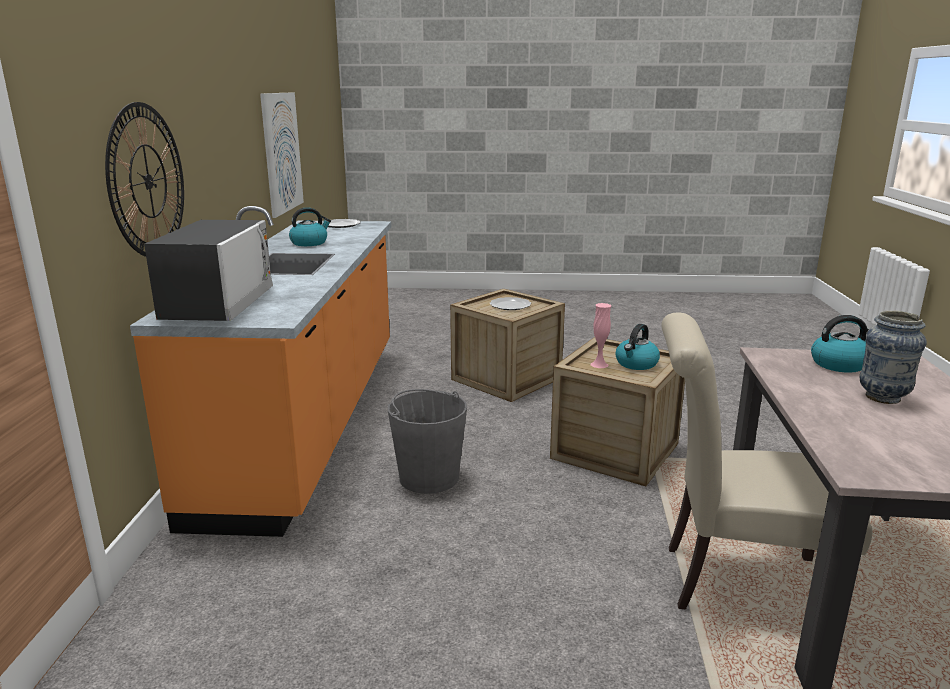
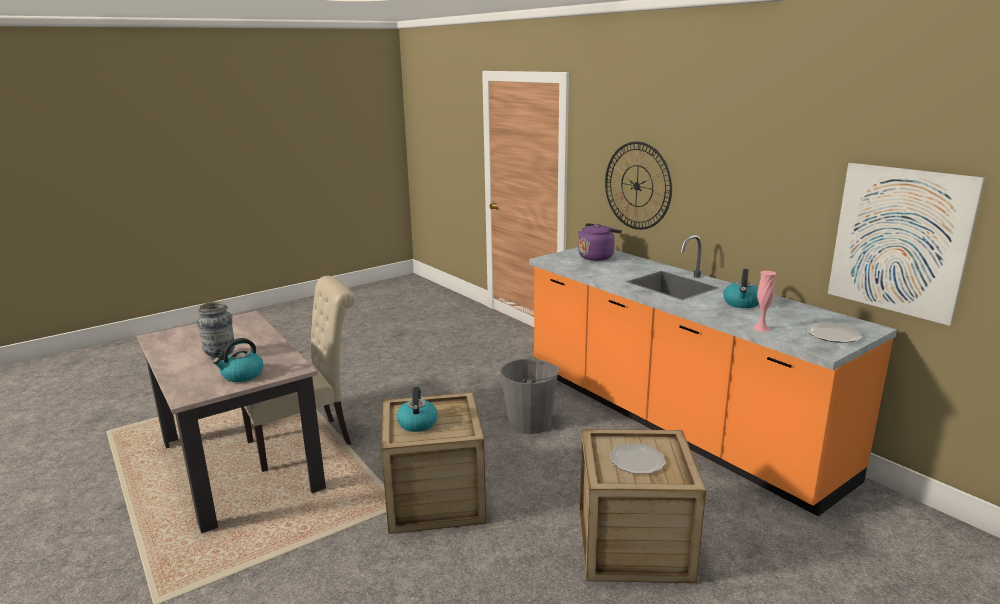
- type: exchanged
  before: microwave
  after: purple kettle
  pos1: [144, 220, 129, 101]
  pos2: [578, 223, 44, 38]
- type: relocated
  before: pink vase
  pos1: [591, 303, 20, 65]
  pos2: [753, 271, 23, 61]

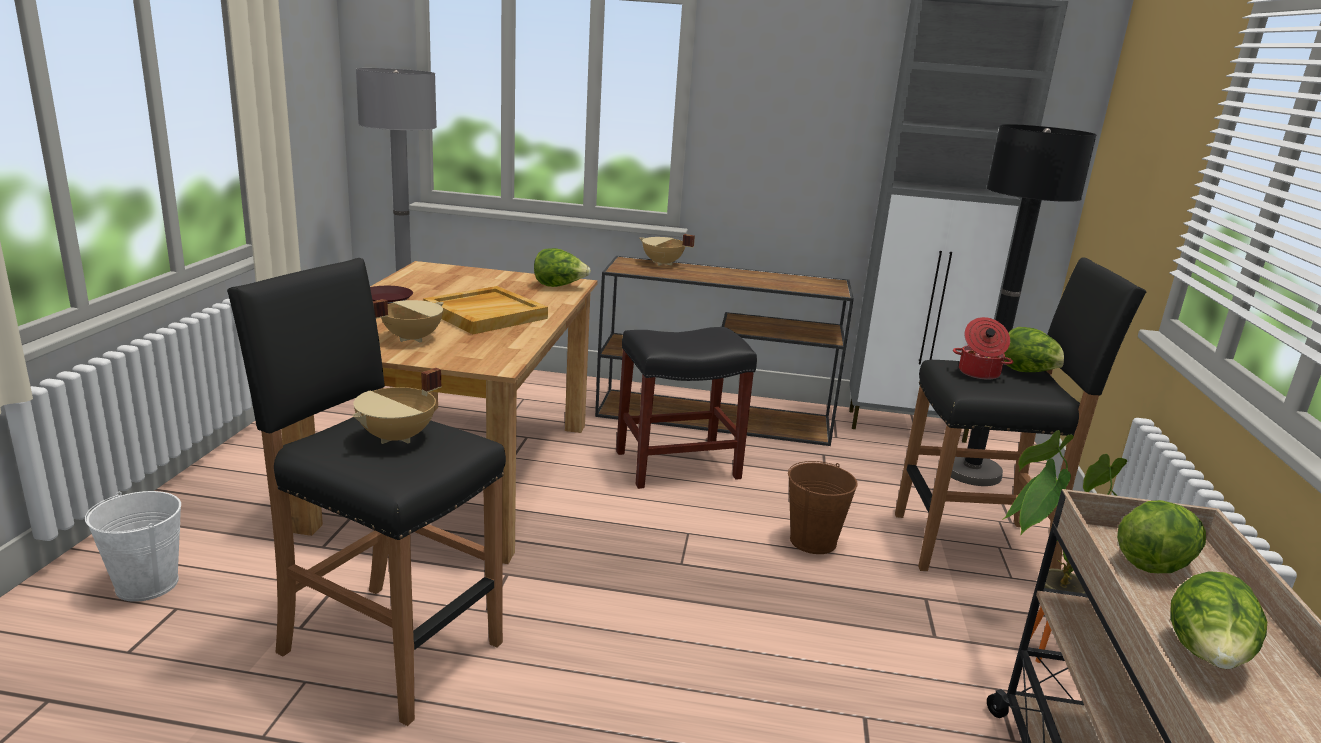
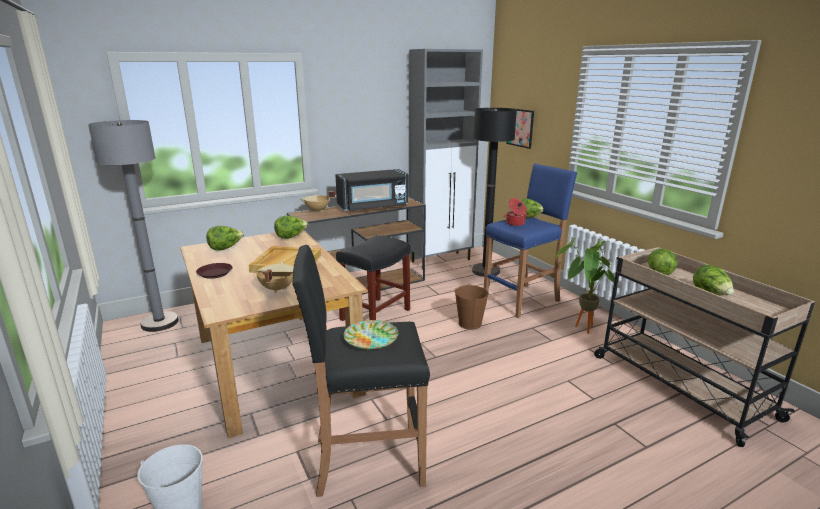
- type: exchanged
  before: beige cooking pot
  after: plate
  pos1: [352, 368, 89, 76]
  pos2: [343, 320, 55, 29]
- type: colour
  before: black stool
  after: blue stool
  pos1: [895, 257, 251, 314]
  pos2: [484, 164, 93, 154]
- type: appeared
  after: lettuce
  pos2: [206, 226, 38, 25]
- type: appeared
  after: black microwave
  pos2: [335, 169, 73, 43]
- type: appeared
  after: picture
  pos2: [507, 108, 27, 41]

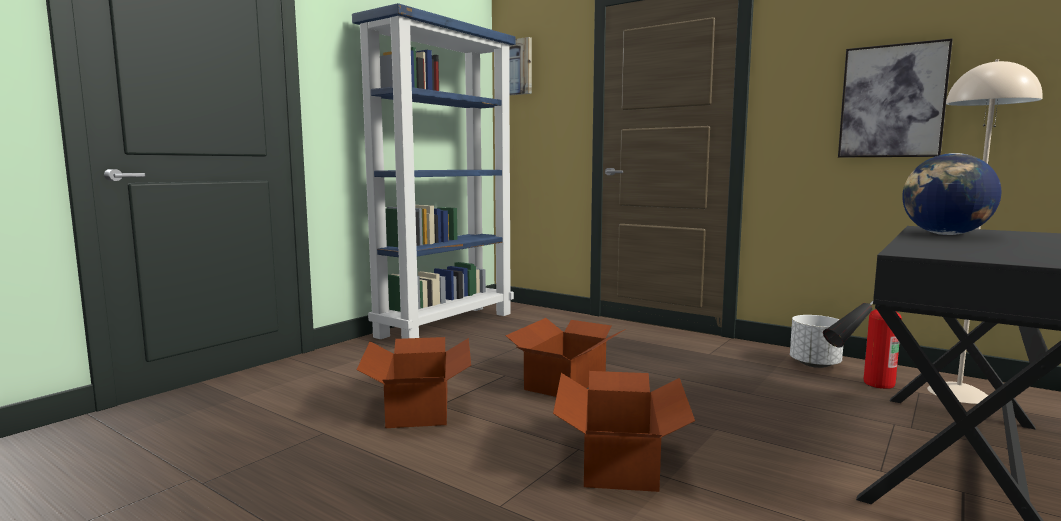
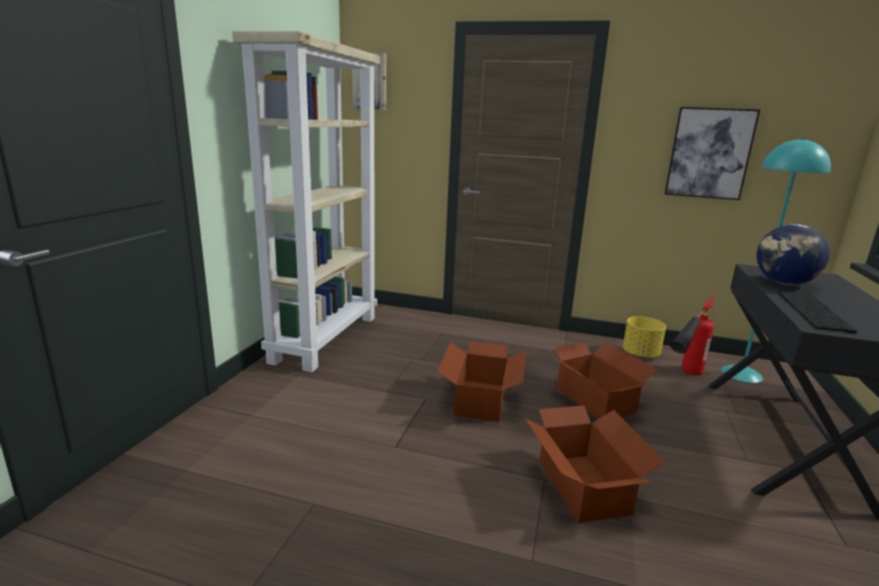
- type: colour
  before: blue bookcase
  after: beige bookcase
  pos1: [352, 3, 164, 336]
  pos2: [232, 31, 148, 341]
- type: relocated
  before: cardboard box
  pos1: [357, 337, 114, 91]
  pos2: [548, 342, 109, 77]
- type: colour
  before: white planter
  after: yellow planter
  pos1: [790, 315, 53, 53]
  pos2: [623, 316, 43, 42]
- type: colour
  before: beige floor lamp
  after: turquoise floor lamp
  pos1: [927, 59, 115, 345]
  pos2: [721, 138, 110, 245]
- type: appeared
  after: keyboard
  pos2: [778, 291, 79, 42]

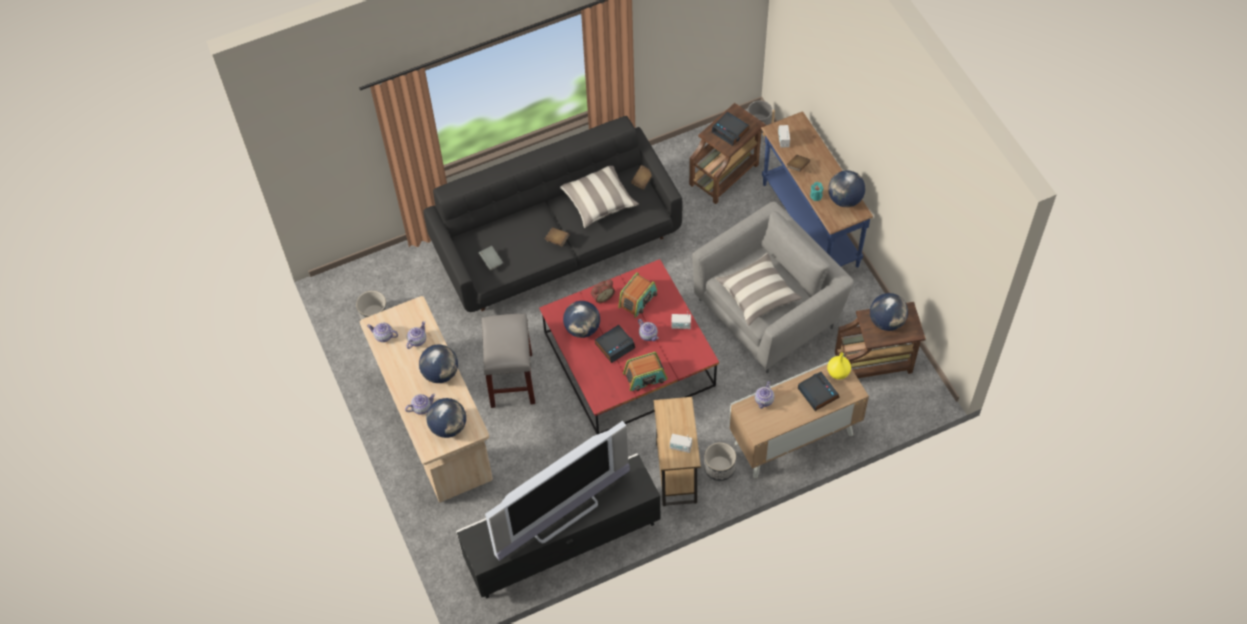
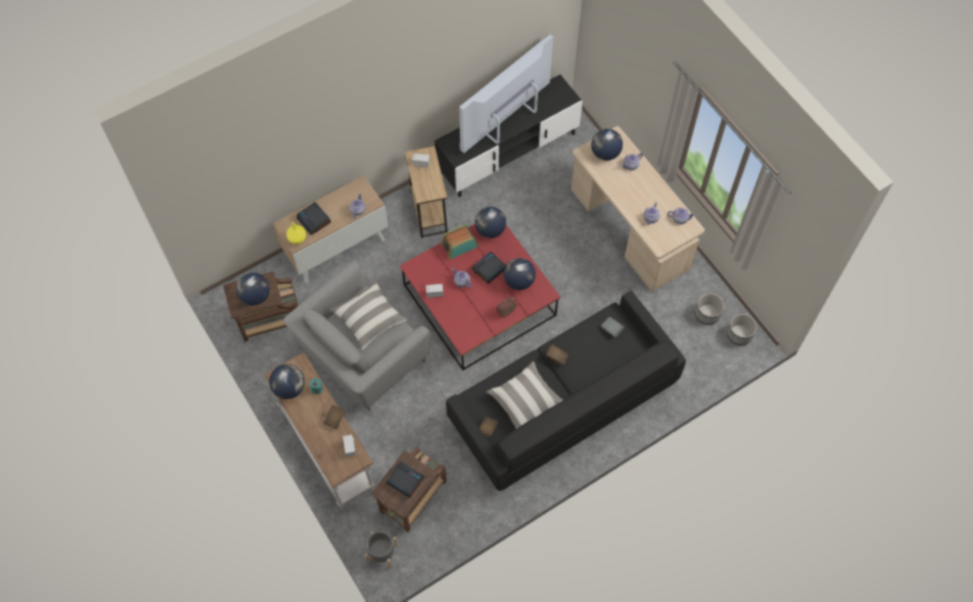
- type: relocated
  before: globe
  pos1: [419, 344, 39, 39]
  pos2: [475, 207, 31, 31]
- type: missing
  before: grey stool
  pos1: [482, 314, 53, 94]
- type: missing
  before: radio
  pos1: [618, 272, 39, 46]
- type: relocated
  before: planter
  pos1: [704, 442, 32, 39]
  pos2: [727, 314, 30, 32]
- type: colour
  before: blue console table
  after: white console table
  pos1: [761, 111, 112, 156]
  pos2: [264, 352, 111, 158]

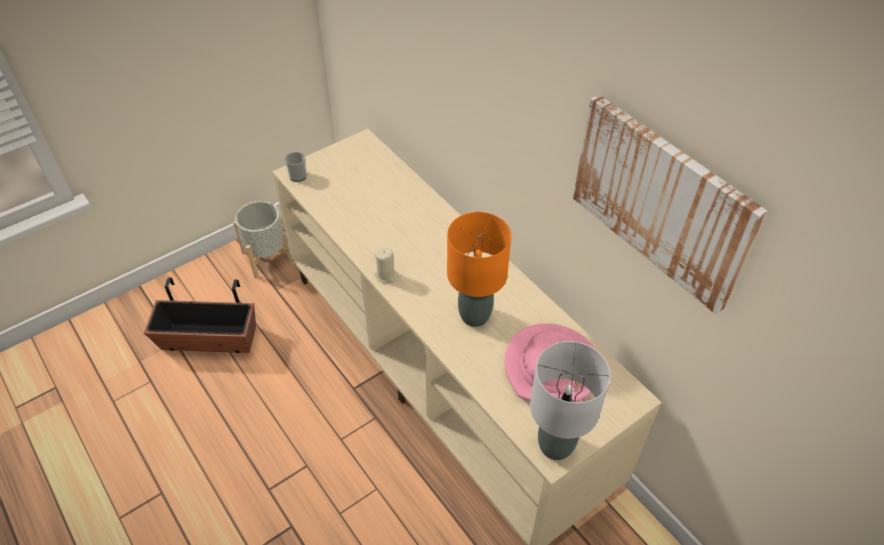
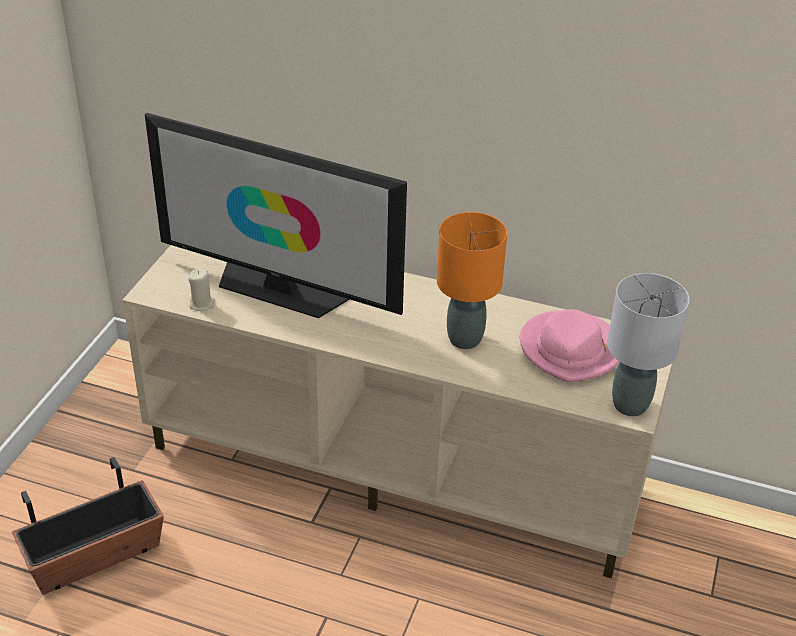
- type: missing
  before: grey planter
  pos1: [233, 201, 61, 78]
- type: missing
  before: mug
  pos1: [285, 152, 22, 30]
- type: relocated
  before: beige candle
  pos1: [375, 248, 24, 35]
  pos2: [188, 269, 27, 42]
- type: missing
  before: picture
  pos1: [573, 95, 194, 219]
- type: appeared
  after: television
  pos2: [145, 113, 262, 205]

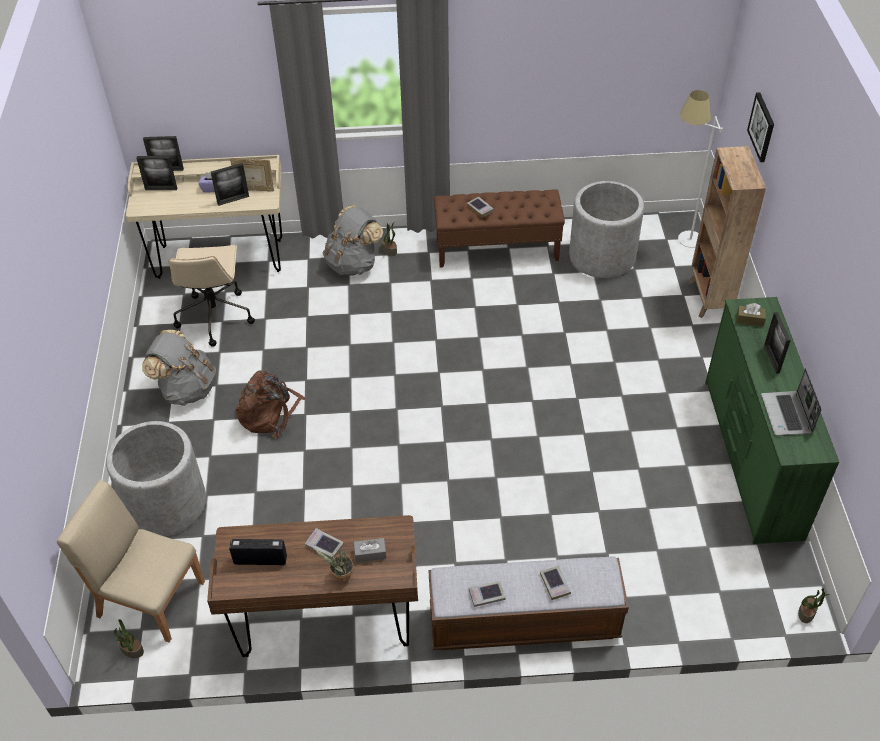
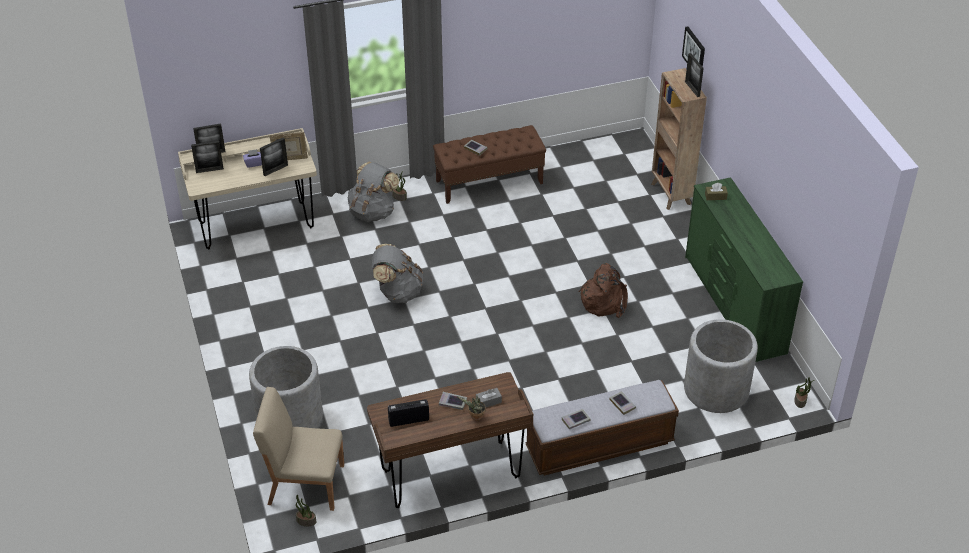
- type: relocated
  before: grey backpack
  pos1: [142, 330, 74, 76]
  pos2: [372, 244, 51, 59]
- type: missing
  before: beige office chair
  pos1: [168, 245, 87, 102]
- type: relocated
  before: brown backpack
  pos1: [235, 370, 71, 69]
  pos2: [578, 263, 50, 55]
- type: relocated
  before: grey planter
  pos1: [569, 181, 75, 97]
  pos2: [684, 319, 74, 94]
- type: missing
  before: white floor lamp
  pos1: [678, 90, 45, 158]
- type: missing
  before: laptop
  pos1: [761, 368, 60, 68]
- type: relocated
  before: picture frame
  pos1: [764, 312, 27, 62]
  pos2: [685, 53, 19, 44]

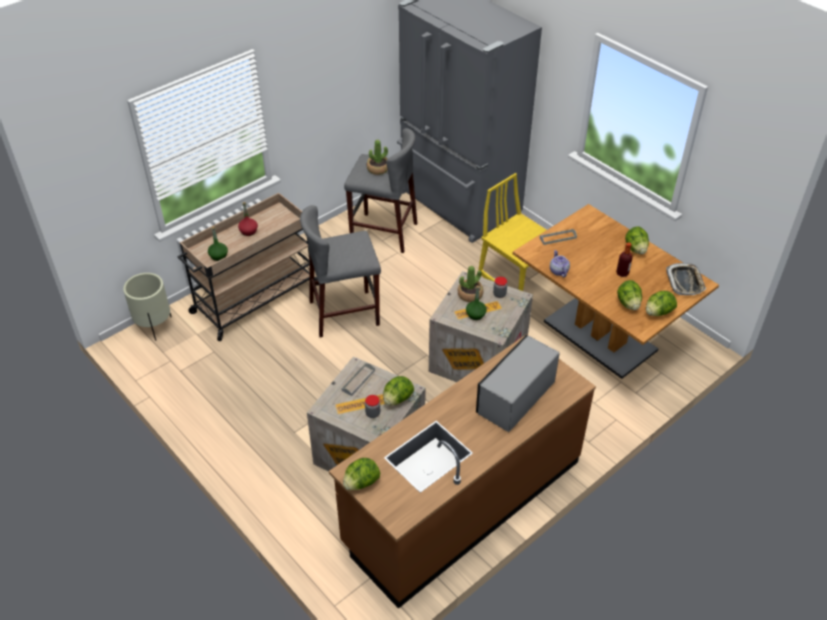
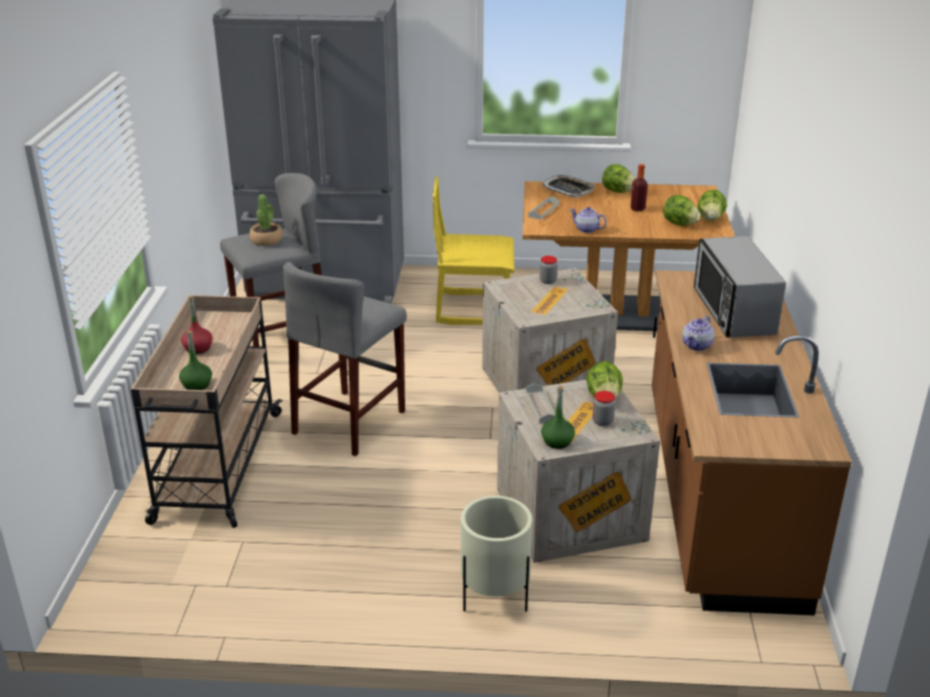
- type: relocated
  before: beige planter
  pos1: [123, 273, 48, 68]
  pos2: [461, 496, 71, 116]
- type: missing
  before: lettuce
  pos1: [343, 458, 37, 32]
- type: missing
  before: potted plant
  pos1: [458, 266, 26, 36]
- type: relocated
  before: green bottle
  pos1: [466, 285, 21, 35]
  pos2: [541, 386, 34, 63]
- type: relocated
  before: tray
  pos1: [666, 263, 40, 32]
  pos2: [542, 175, 53, 22]
- type: appeared
  after: teapot
  pos2: [682, 316, 32, 35]

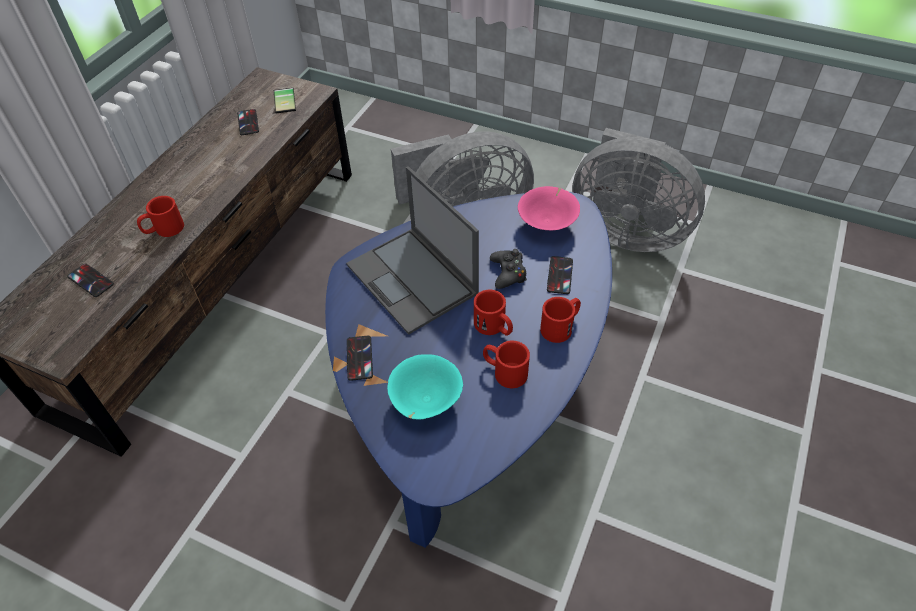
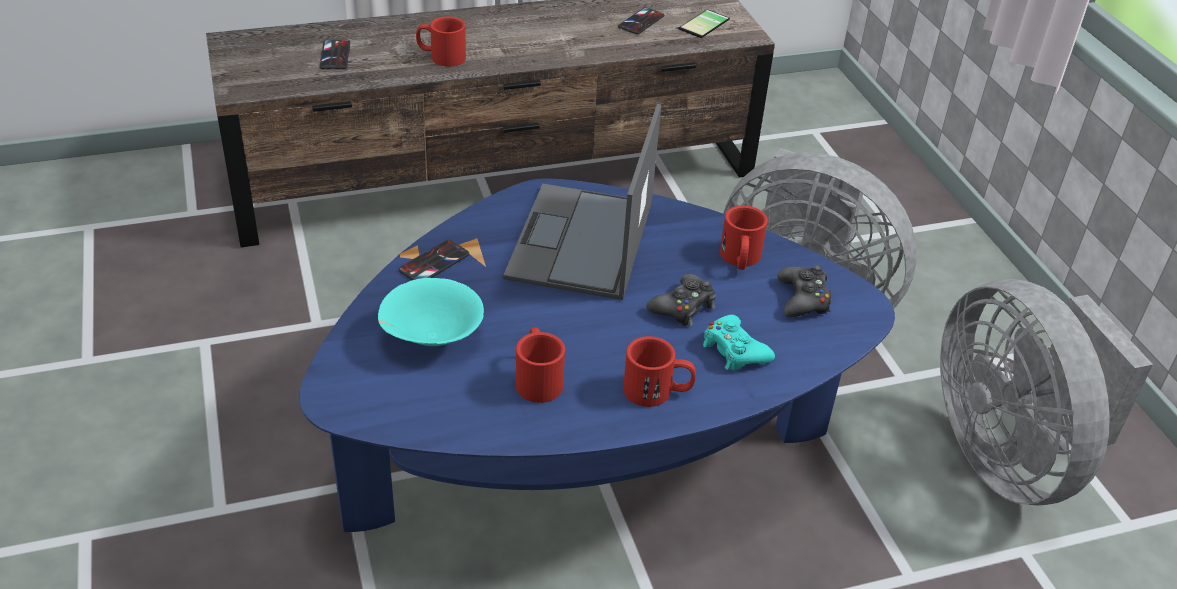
- type: relocated
  before: red mug
  pos1: [474, 289, 39, 47]
  pos2: [720, 205, 48, 65]
- type: exchanged
  before: pink bowl
  after: black game controller
  pos1: [518, 186, 62, 44]
  pos2: [777, 265, 55, 52]
- type: exchanged
  before: phone
  after: turquoise game controller
  pos1: [547, 256, 26, 38]
  pos2: [703, 315, 72, 55]

